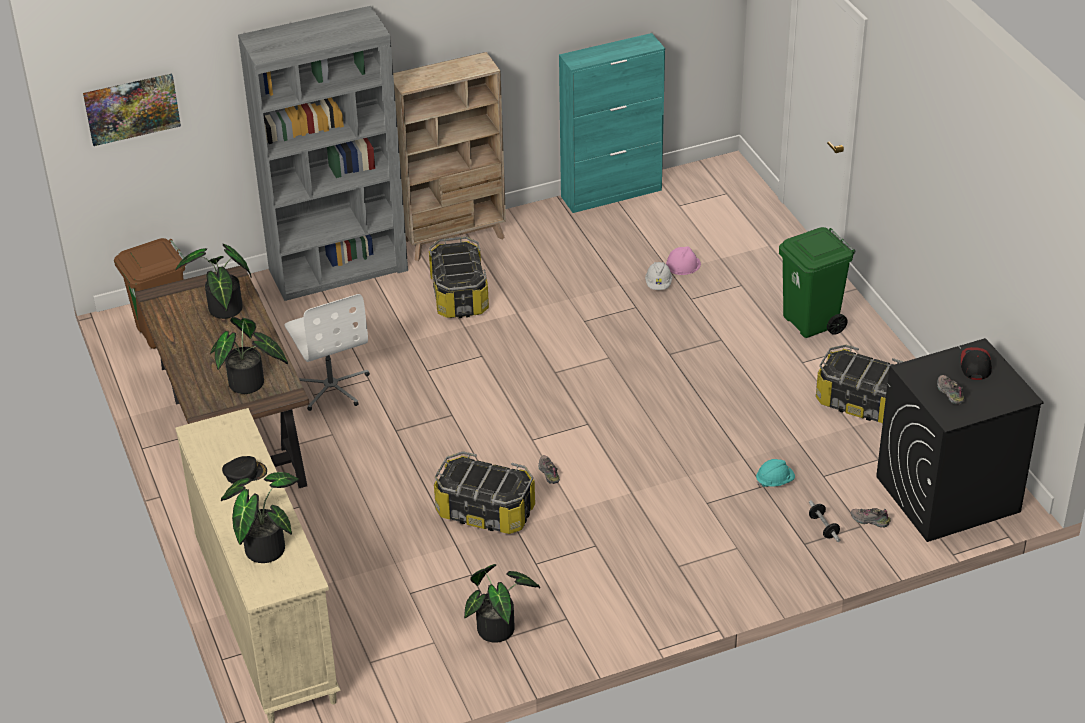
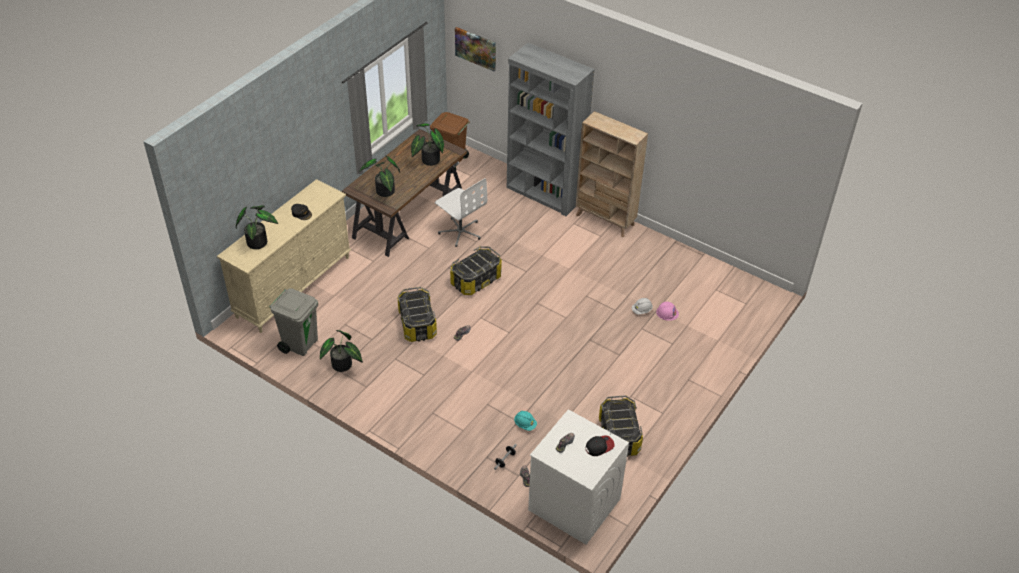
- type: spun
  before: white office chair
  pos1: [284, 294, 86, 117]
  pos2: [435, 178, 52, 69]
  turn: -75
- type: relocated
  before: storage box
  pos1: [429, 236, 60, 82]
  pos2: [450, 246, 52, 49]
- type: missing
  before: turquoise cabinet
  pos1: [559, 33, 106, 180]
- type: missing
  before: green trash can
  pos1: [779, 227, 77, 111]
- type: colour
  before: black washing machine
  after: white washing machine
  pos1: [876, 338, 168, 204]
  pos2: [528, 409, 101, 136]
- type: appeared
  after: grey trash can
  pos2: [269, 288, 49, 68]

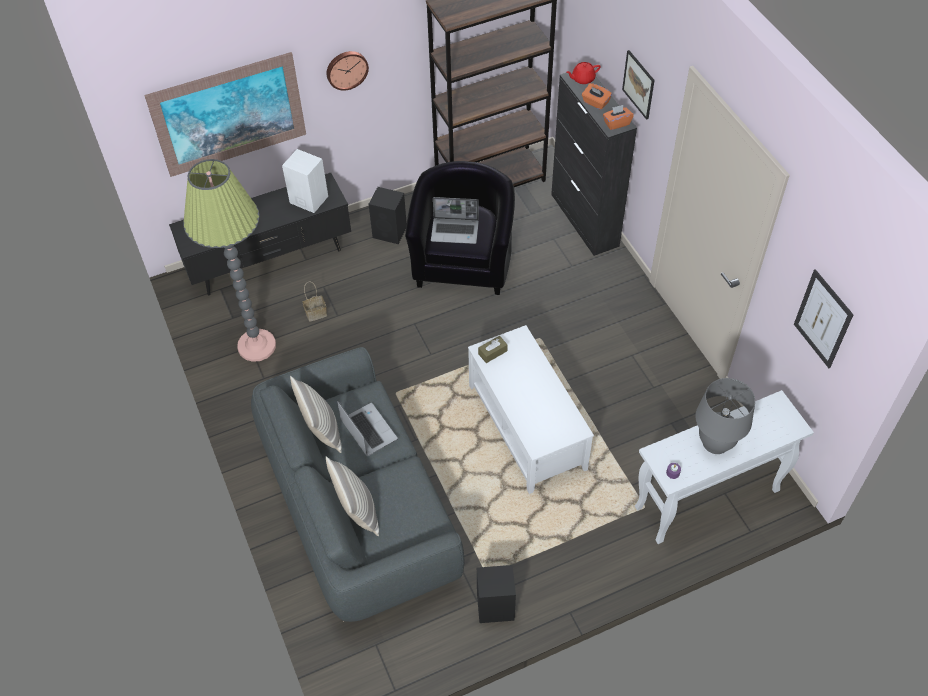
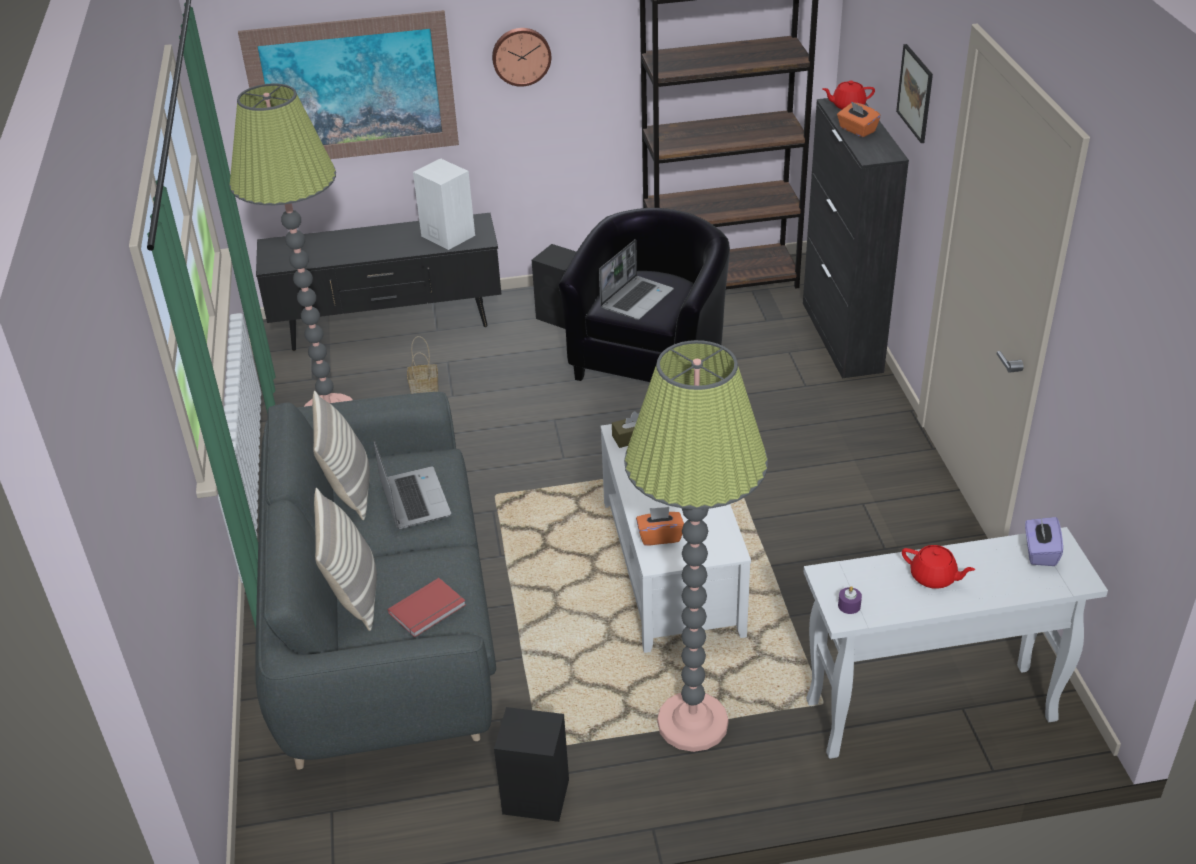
- type: spun
  before: laptop
  pos1: [431, 197, 48, 47]
  pos2: [599, 239, 74, 81]
  turn: -75
- type: relocated
  before: orange tissue box
  pos1: [603, 105, 31, 25]
  pos2: [636, 507, 48, 39]
- type: exchanged
  before: grey table lamp
  after: red teapot
  pos1: [695, 378, 60, 76]
  pos2: [902, 545, 73, 44]
- type: missing
  before: picture
  pos1: [794, 269, 60, 99]
- type: appeared
  after: red book
  pos2: [388, 578, 78, 59]
- type: appeared
  after: floor lamp
  pos2: [624, 340, 144, 412]
- type: appeared
  after: purple tissue box
  pos2: [1025, 517, 38, 49]

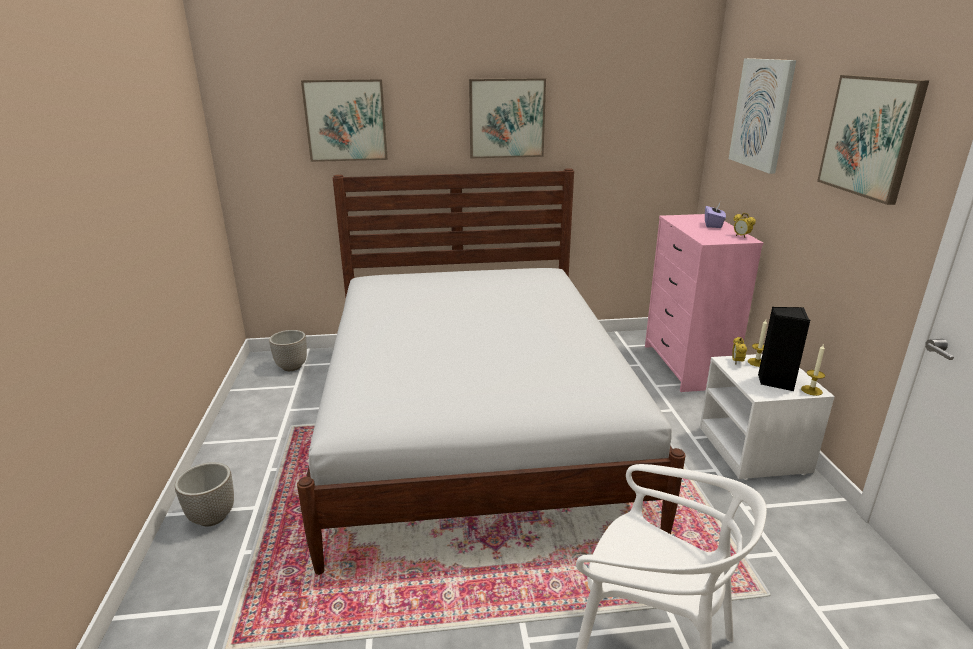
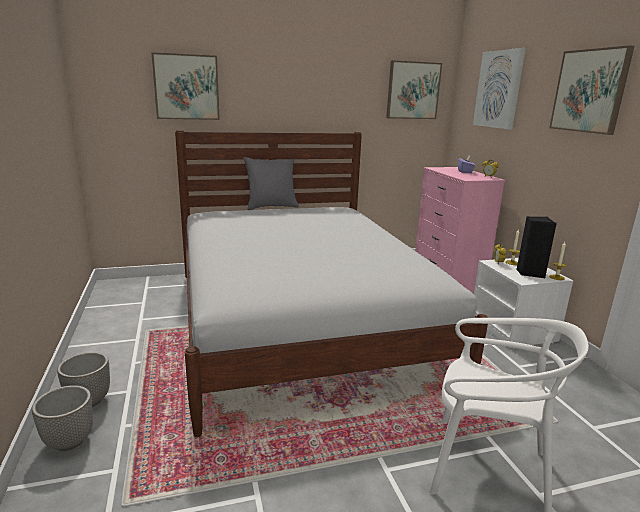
- type: relocated
  before: planter
  pos1: [269, 330, 38, 41]
  pos2: [32, 385, 61, 66]
- type: relocated
  before: picture
  pos1: [469, 78, 77, 80]
  pos2: [386, 60, 56, 59]
- type: appeared
  after: grey pillow
  pos2: [244, 157, 55, 53]

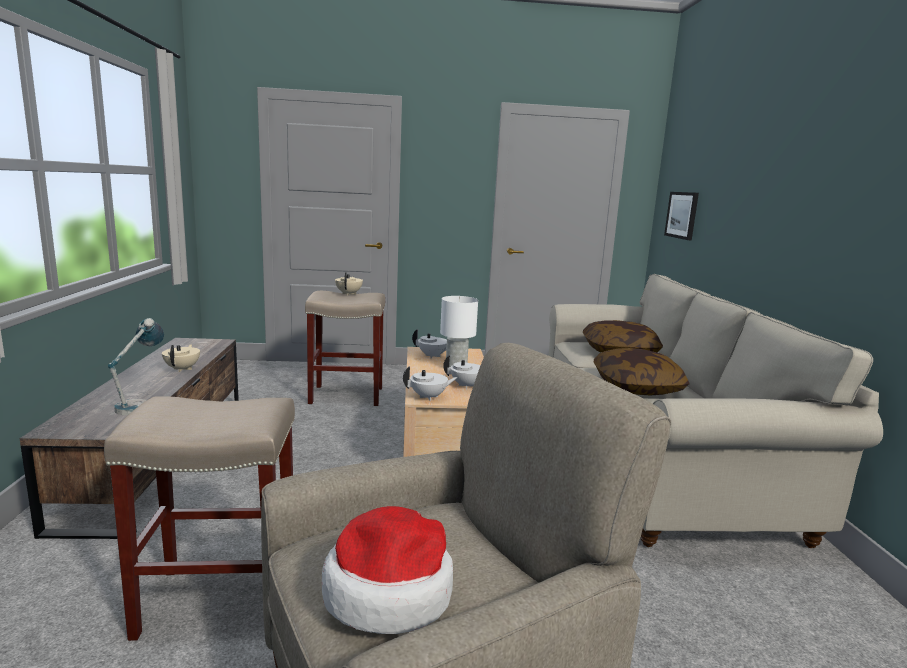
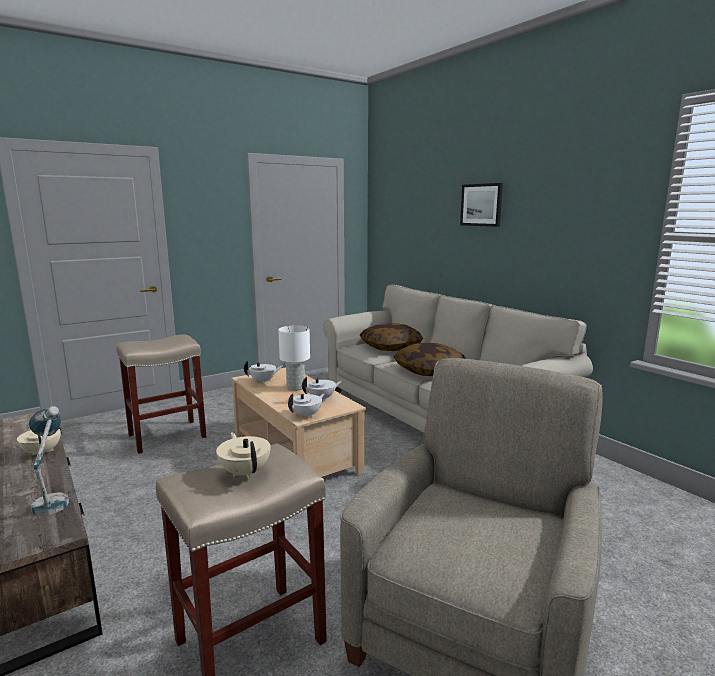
- type: missing
  before: hat
  pos1: [322, 506, 131, 128]
- type: relocated
  before: beige teapot
  pos1: [335, 272, 28, 23]
  pos2: [216, 432, 55, 47]
- type: relocated
  before: picture
  pos1: [664, 192, 35, 48]
  pos2: [460, 183, 43, 44]

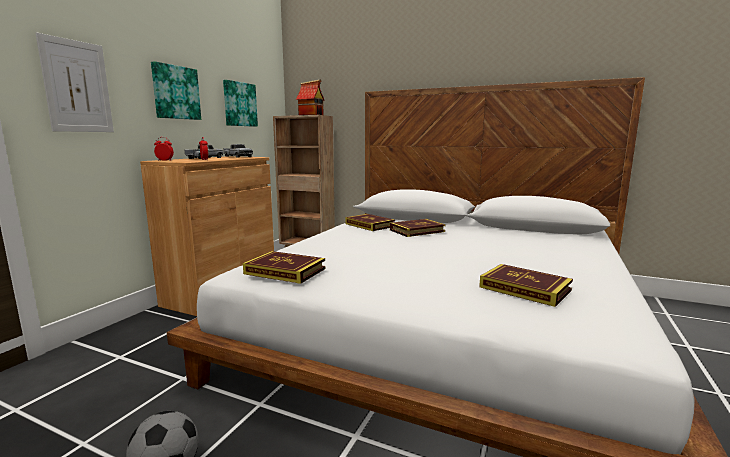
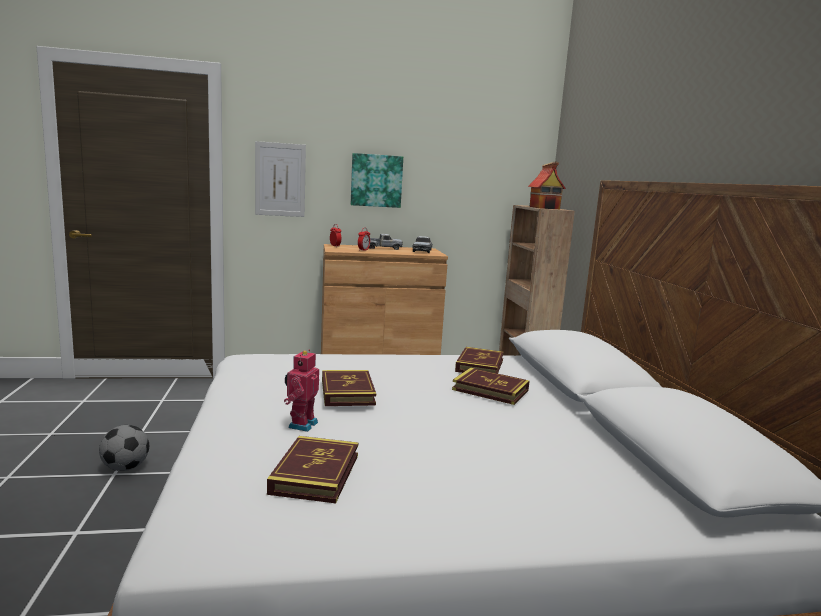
- type: missing
  before: picture
  pos1: [223, 80, 35, 47]
- type: relocated
  before: book
  pos1: [243, 251, 82, 33]
  pos2: [322, 370, 54, 36]
- type: appeared
  after: toy robot
  pos2: [284, 349, 35, 83]

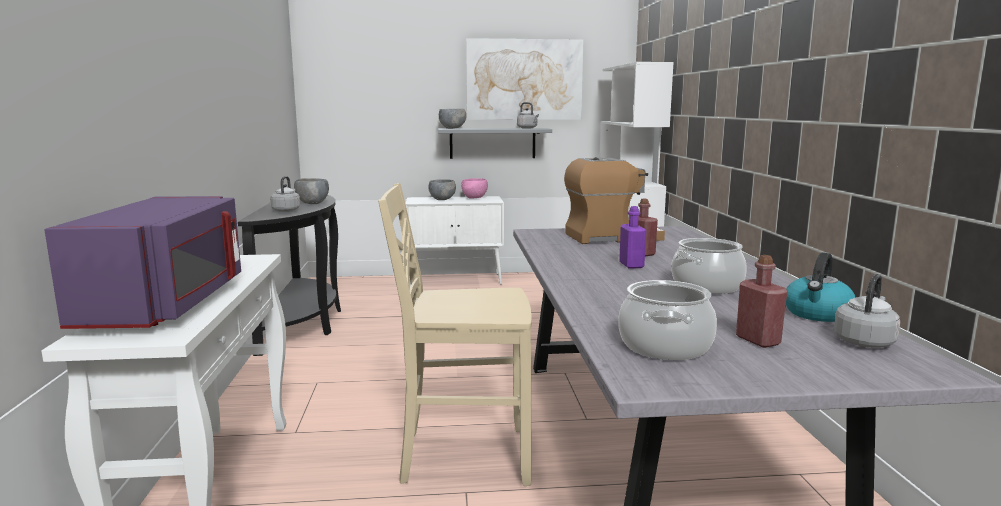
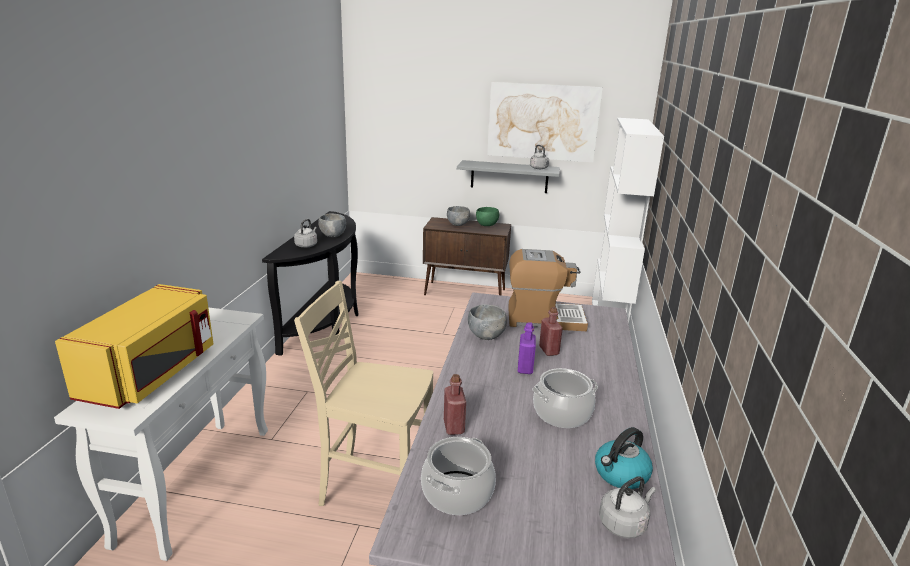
- type: colour
  before: purple microwave
  after: yellow microwave
  pos1: [44, 196, 197, 133]
  pos2: [55, 284, 158, 125]
- type: colour
  before: white cabinet
  after: brown cabinet
  pos1: [405, 196, 99, 91]
  pos2: [423, 217, 88, 78]
- type: relocated
  before: grey bowl
  pos1: [439, 109, 27, 20]
  pos2: [468, 304, 39, 36]
- type: colour
  before: pink bowl
  after: green bowl
  pos1: [461, 178, 27, 20]
  pos2: [476, 207, 23, 19]
- type: relocated
  before: red bottle
  pos1: [736, 255, 52, 93]
  pos2: [444, 374, 22, 61]

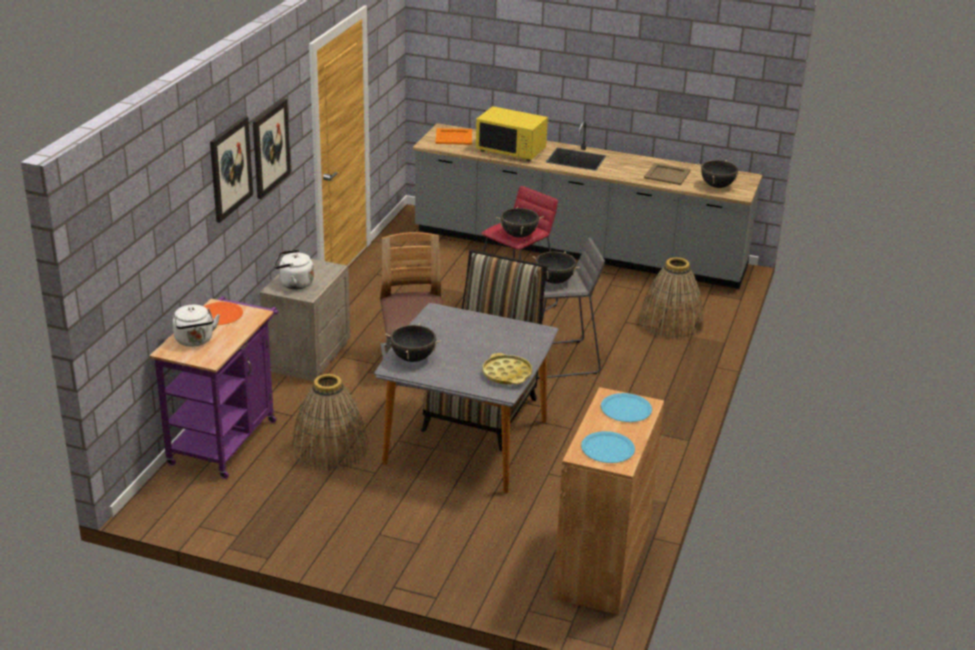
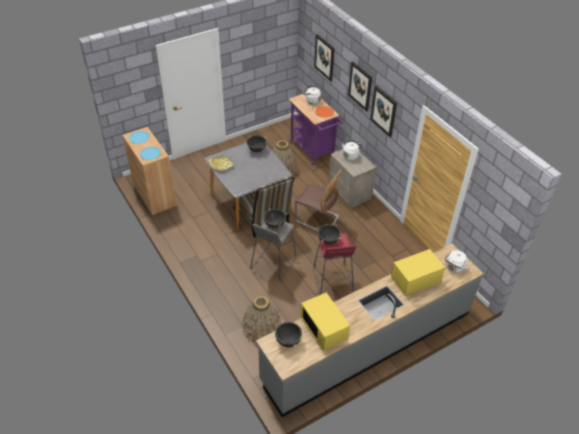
- type: exchanged
  before: orange tray
  after: white kettle
  pos1: [435, 128, 37, 17]
  pos2: [445, 250, 25, 23]
- type: exchanged
  before: beige tray
  after: yellow microwave
  pos1: [644, 163, 47, 22]
  pos2: [301, 292, 49, 59]
- type: appeared
  after: picture
  pos2: [314, 34, 21, 47]

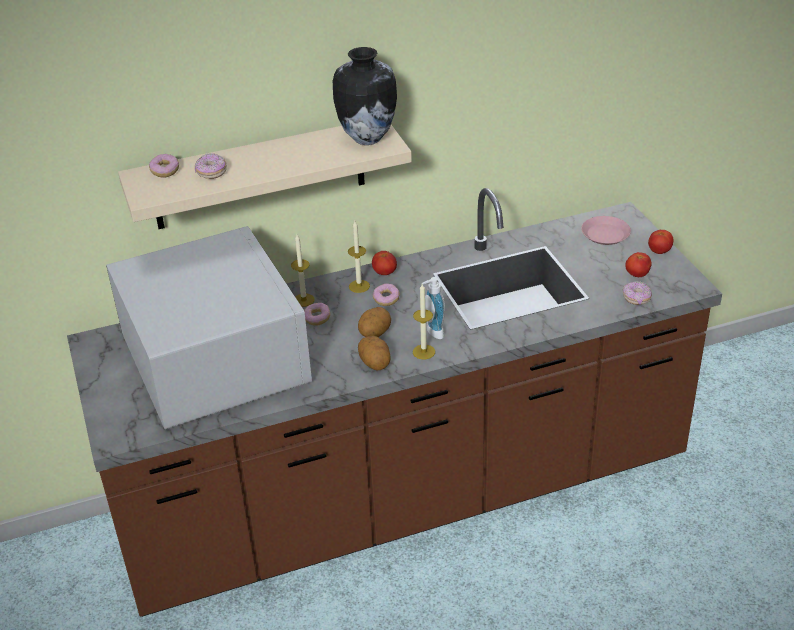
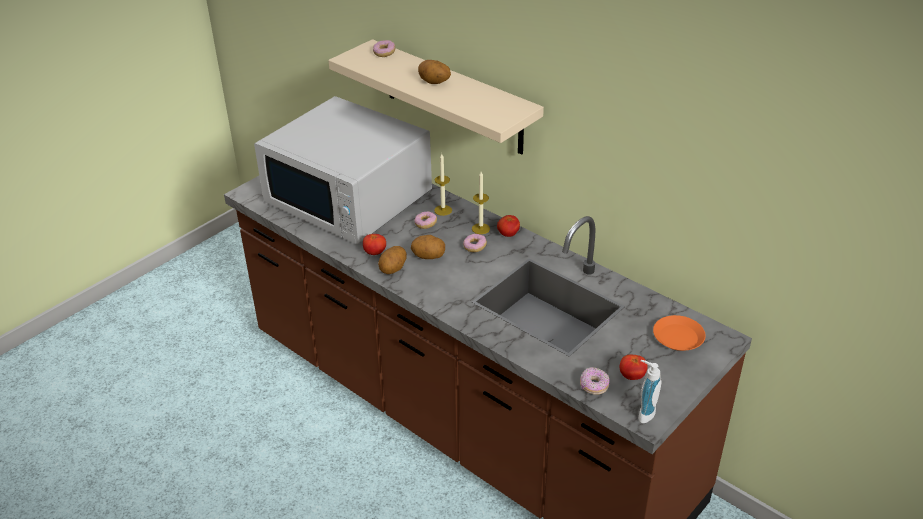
- type: spun
  before: white microwave
  pos1: [106, 226, 206, 203]
  pos2: [254, 96, 178, 149]
  turn: 90
- type: missing
  before: donut
  pos1: [195, 153, 32, 26]
- type: missing
  before: vase
  pos1: [333, 47, 64, 98]
- type: missing
  before: candle
  pos1: [413, 284, 22, 75]
- type: relocated
  before: soap dispenser
  pos1: [422, 277, 23, 62]
  pos2: [639, 360, 23, 63]
- type: colour
  before: pink plate
  after: orange plate
  pos1: [581, 216, 50, 29]
  pos2: [653, 315, 53, 36]
- type: relocated
  before: tomato
  pos1: [648, 230, 26, 24]
  pos2: [363, 234, 23, 21]
- type: appeared
  after: potato
  pos2: [418, 60, 33, 24]

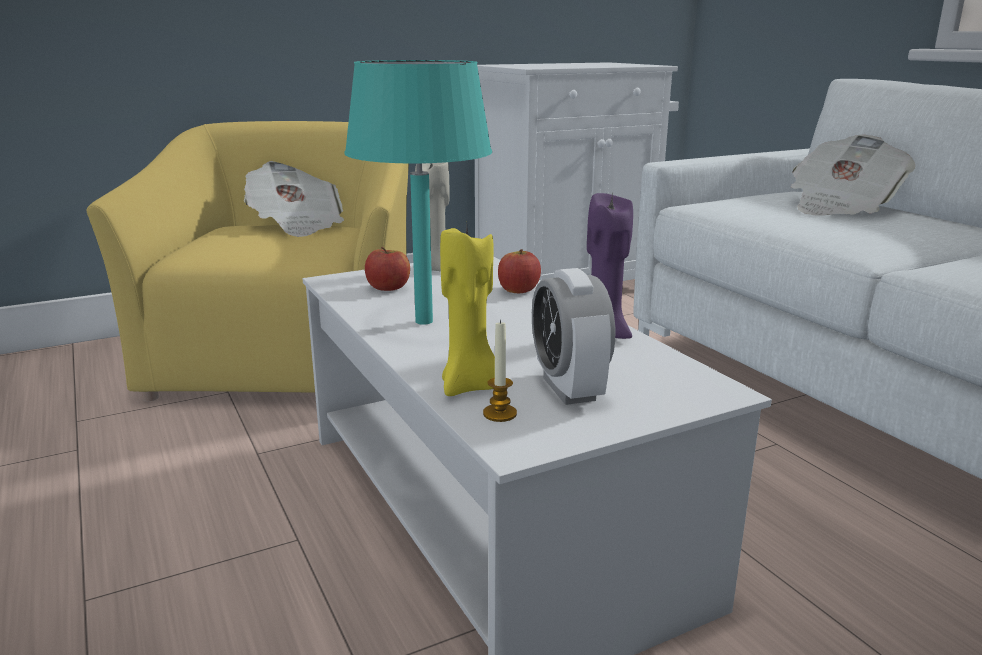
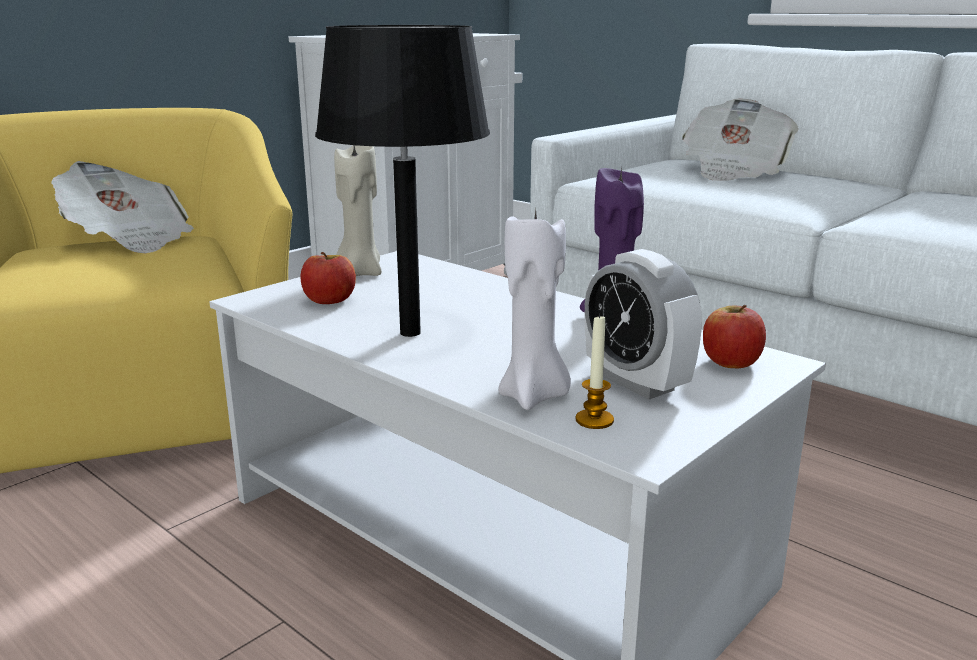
- type: colour
  before: turquoise table lamp
  after: black table lamp
  pos1: [345, 60, 147, 265]
  pos2: [315, 25, 175, 312]
- type: colour
  before: yellow candle
  after: white candle
  pos1: [440, 226, 55, 170]
  pos2: [498, 209, 73, 201]
- type: relocated
  before: apple
  pos1: [498, 249, 43, 44]
  pos2: [703, 305, 63, 63]

